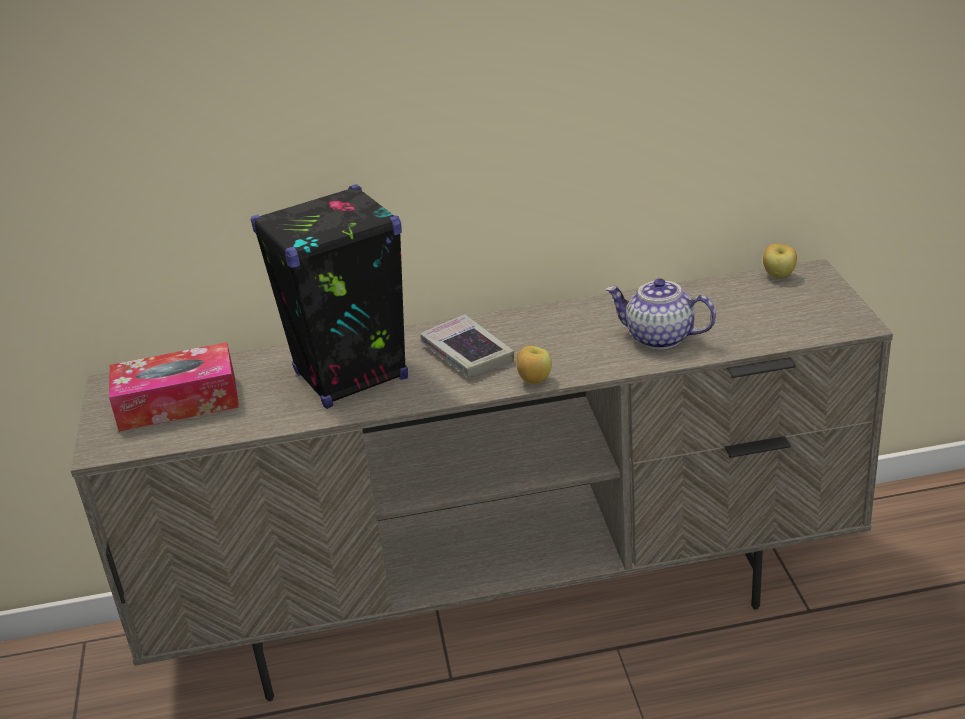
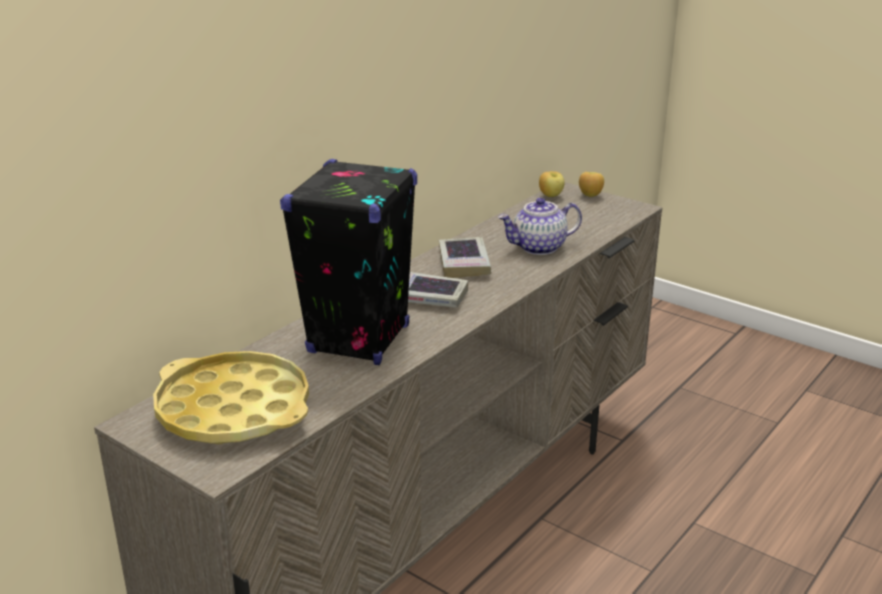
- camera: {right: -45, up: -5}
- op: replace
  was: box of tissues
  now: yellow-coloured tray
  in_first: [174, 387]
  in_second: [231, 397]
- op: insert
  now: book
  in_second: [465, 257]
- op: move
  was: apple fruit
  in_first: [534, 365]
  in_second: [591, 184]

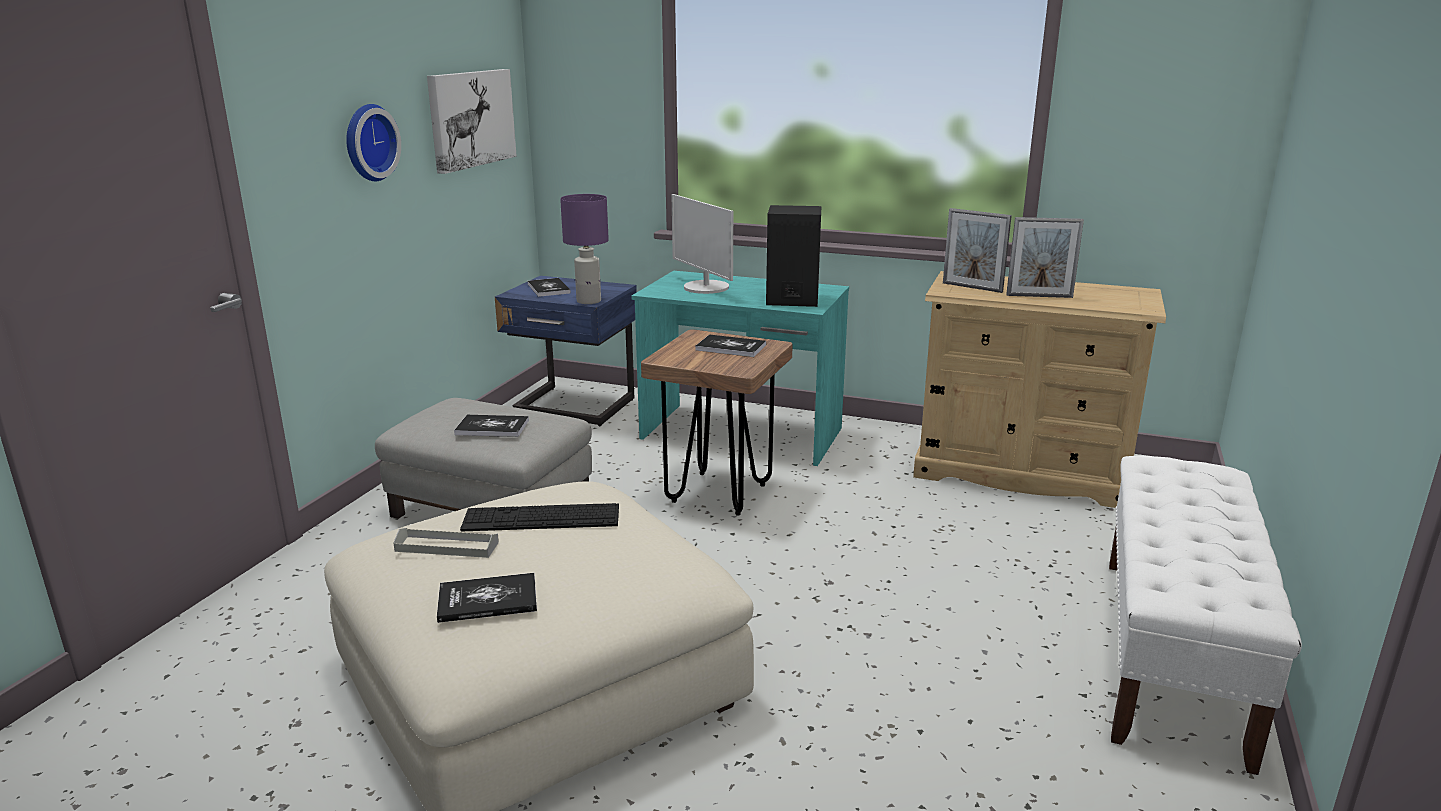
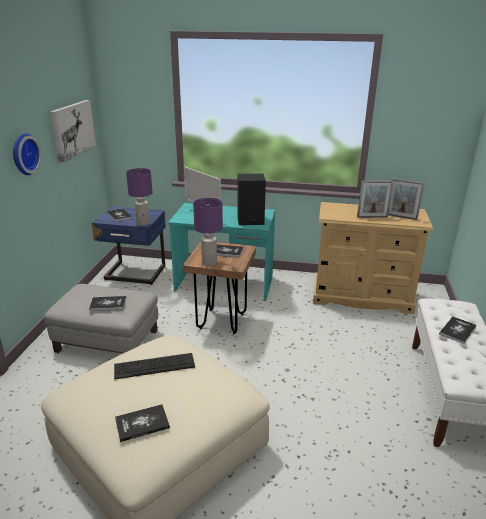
- camera: {right: -10, up: 5}
- op: insert
  now: purplish table lamp
  in_second: [208, 232]
- op: move
  was: photo frame
  in_first: [977, 250]
  in_second: [406, 199]
- op: insert
  now: book
  in_second: [457, 330]
- op: delete
  was: grey tray
  in_first: [446, 543]

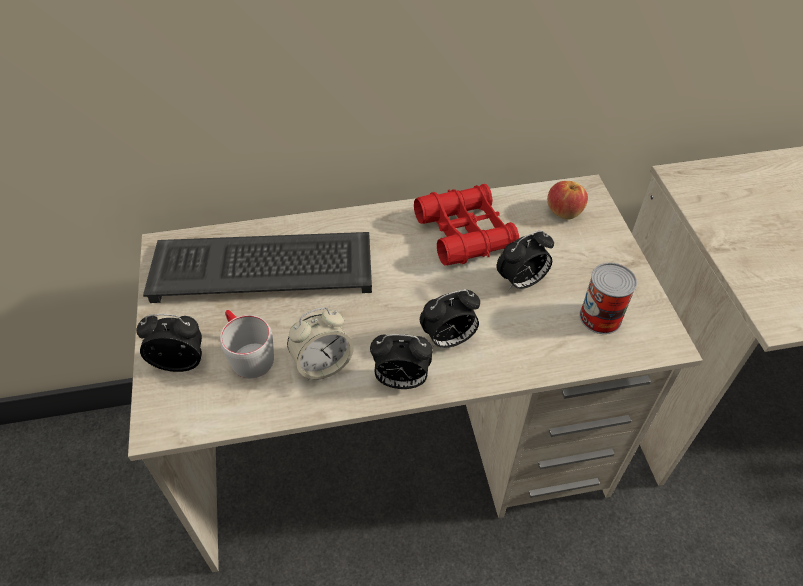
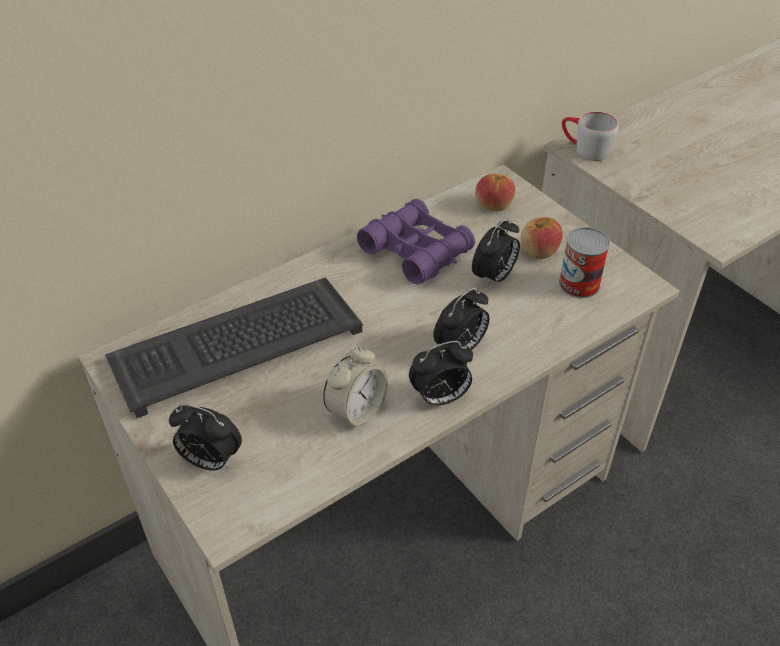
- camera: {right: -25, up: -5}
- op: rotate
  was: bedside clock
  in_first: [169, 343]
  in_second: [205, 437]
  clockwise: -135
- op: recolor
  was: reddish binoculars
  now: purplish binoculars
  in_first: [466, 224]
  in_second: [416, 241]
- op: insert
  now: apple fruit
  in_second: [542, 238]
- op: move
  was: grey mug
  in_first: [247, 344]
  in_second: [590, 136]

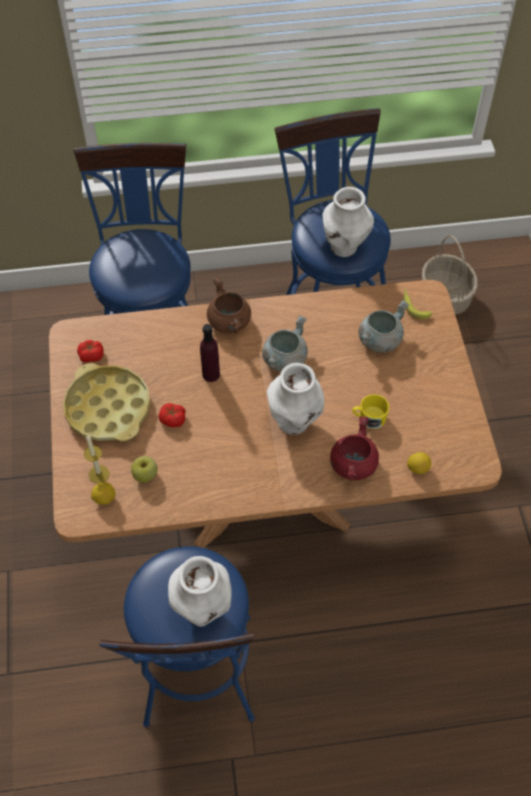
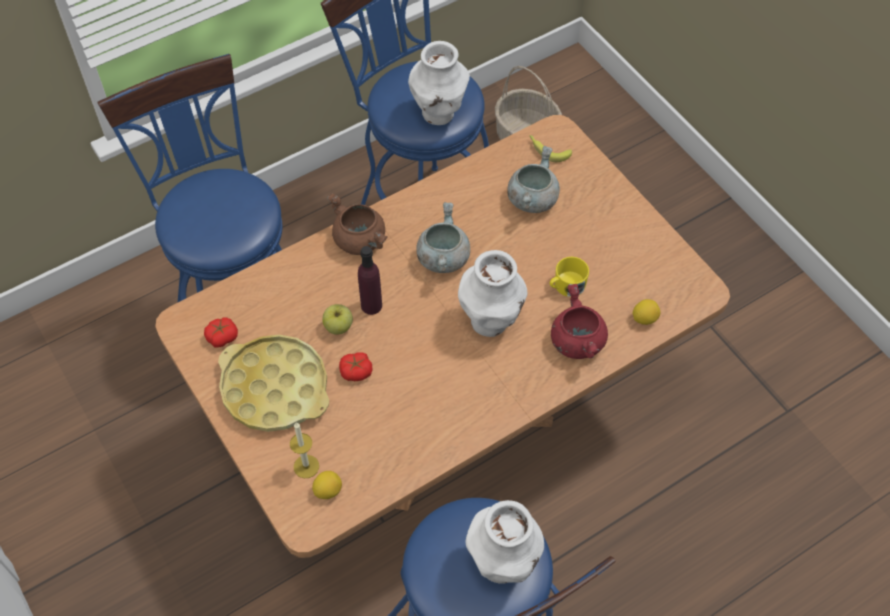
- camera: {right: -25, up: 0}
- op: move
  was: apple fruit
  in_first: [144, 469]
  in_second: [337, 319]

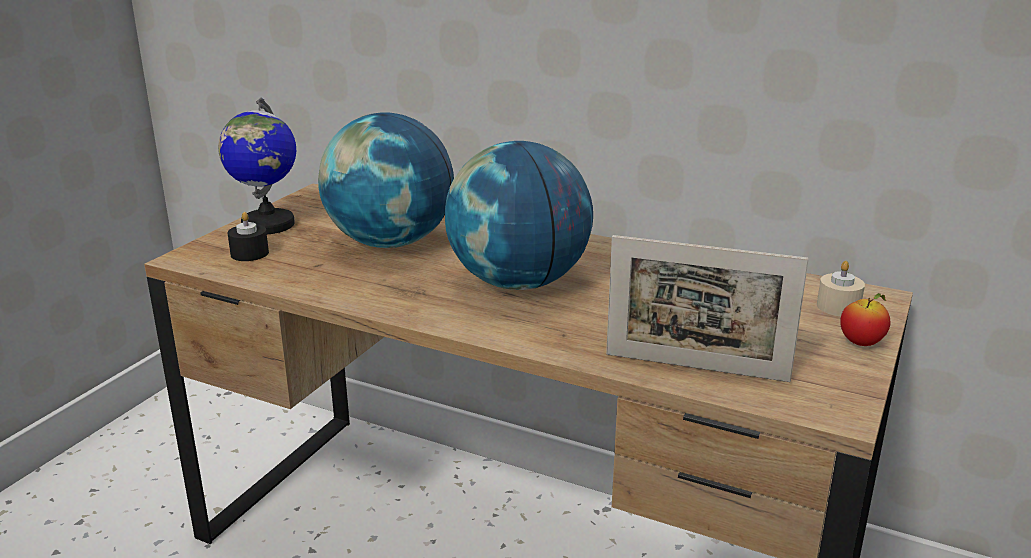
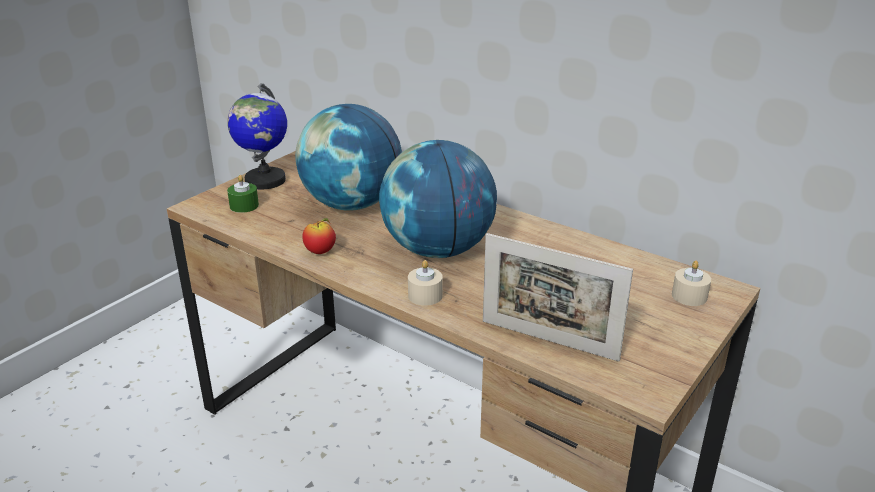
- camera: {right: 10, up: 5}
- op: recolor
  was: black-coloured wax candle
  now: green-coloured wax candle
  in_first: [248, 236]
  in_second: [243, 194]
- op: move
  was: apple fruit
  in_first: [865, 319]
  in_second: [319, 236]
- op: insert
  now: beige wax candle
  in_second: [425, 283]

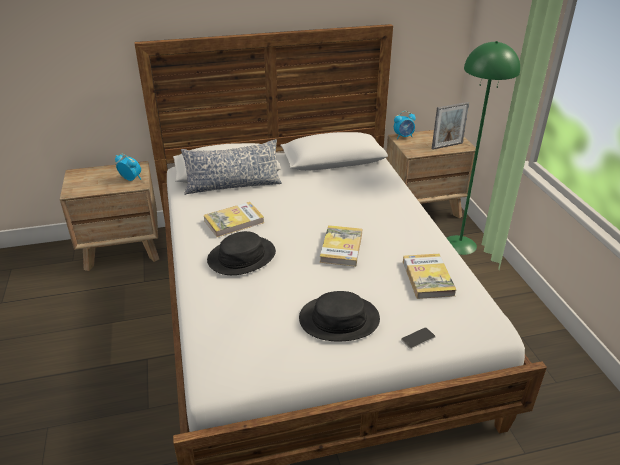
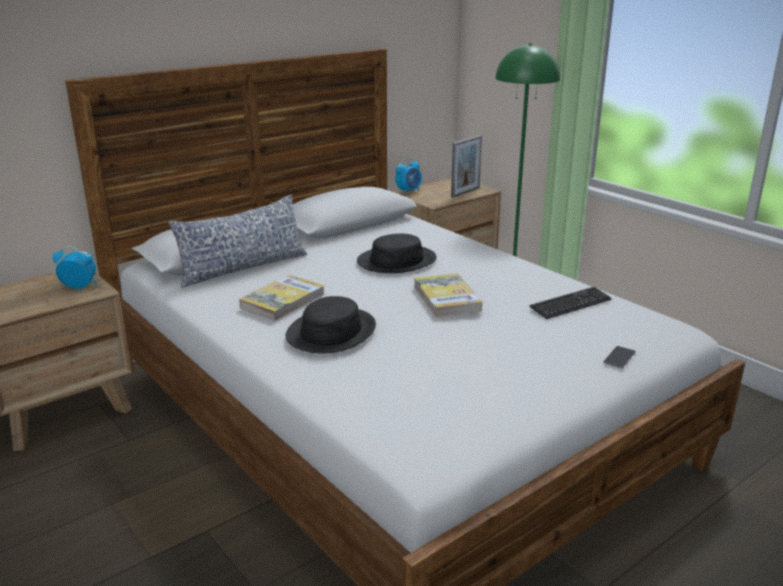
- camera: {right: -25, up: -10}
- op: move
  was: black-coloured hat
  in_first: [339, 316]
  in_second: [397, 253]
- op: replace
  was: book
  now: computer keyboard
  in_first: [430, 276]
  in_second: [570, 303]

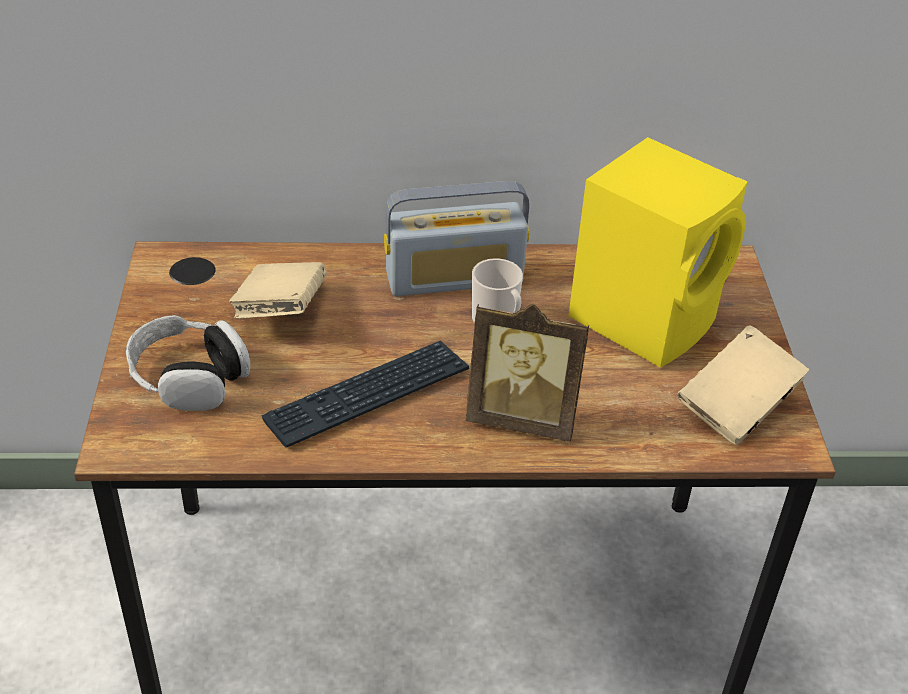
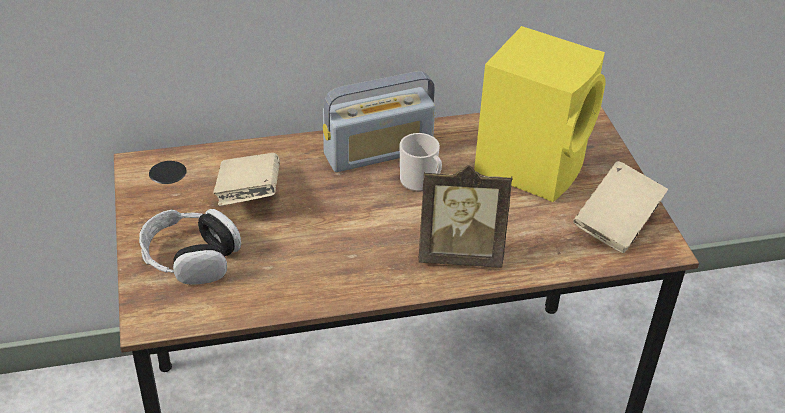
- camera: {right: -10, up: 0}
- op: delete
  was: computer keyboard
  in_first: [365, 394]

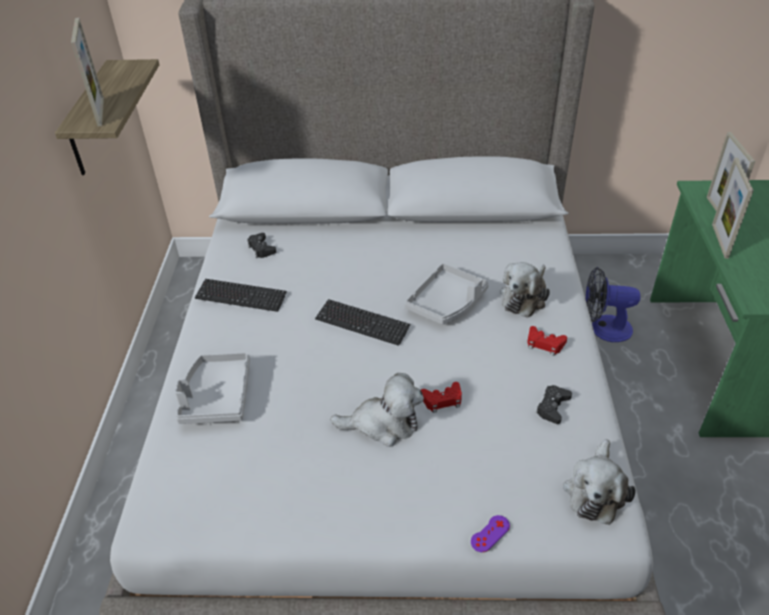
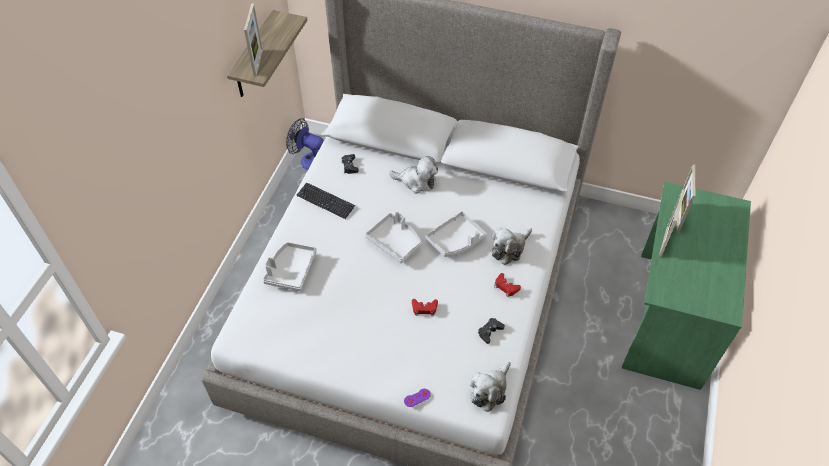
- camera: {right: 15, up: 10}
- op: move
  was: electric fan
  in_first: [613, 304]
  in_second: [305, 144]
- op: replace
  was: computer keyboard
  now: grey tray
  in_first: [363, 322]
  in_second: [393, 237]
- op: move
  was: soft toy
  in_first: [377, 410]
  in_second: [413, 175]

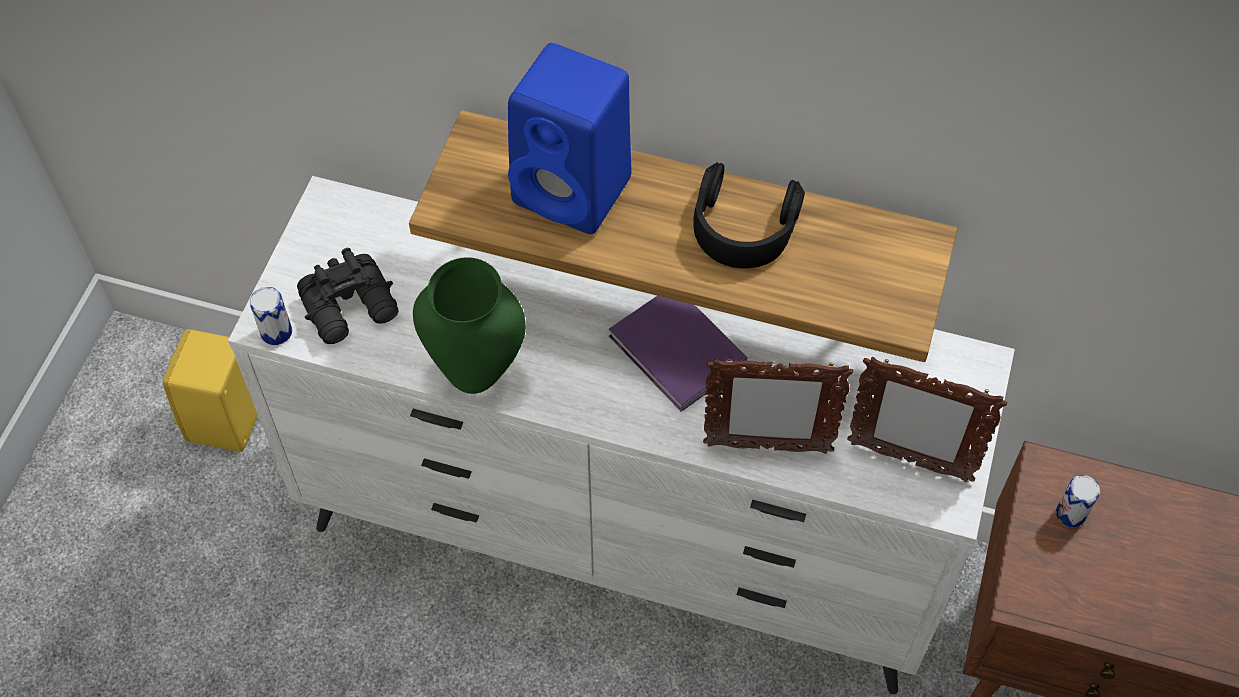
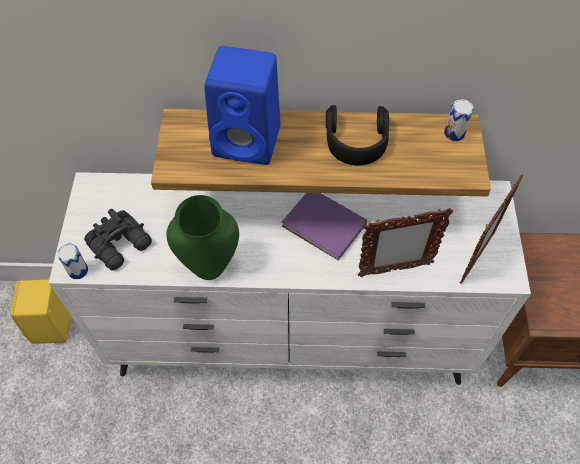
- camera: {right: -15, up: 0}
- op: move
  was: metal can
  in_first: [1078, 501]
  in_second: [459, 120]
- op: rotate
  was: photo frame
  in_first: [927, 419]
  in_second: [491, 229]
  clockwise: -60

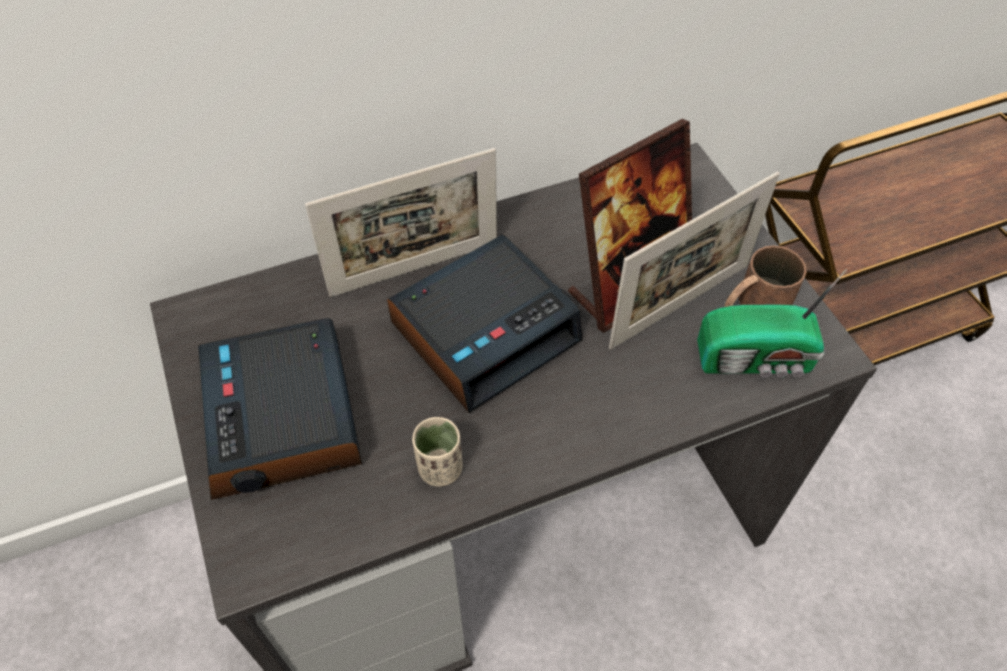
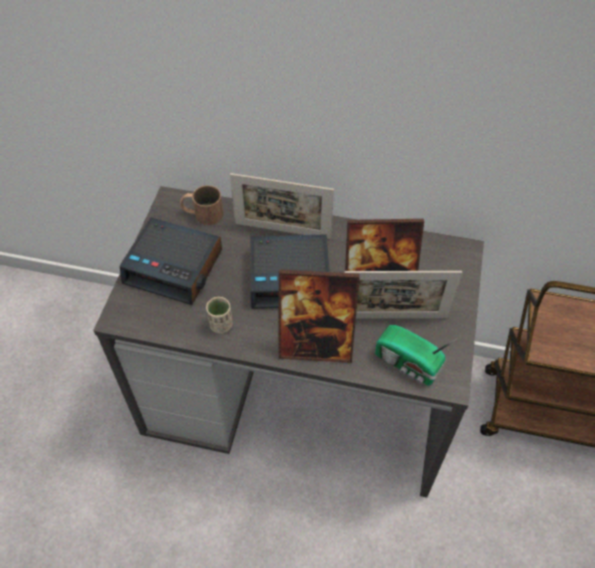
- camera: {right: 35, up: 0}
- op: rotate
  was: bedside clock
  in_first: [280, 409]
  in_second: [171, 261]
  clockwise: -90
- op: move
  was: brownish mug
  in_first: [765, 276]
  in_second: [201, 205]
- op: insert
  now: photo frame
  in_second: [319, 316]

